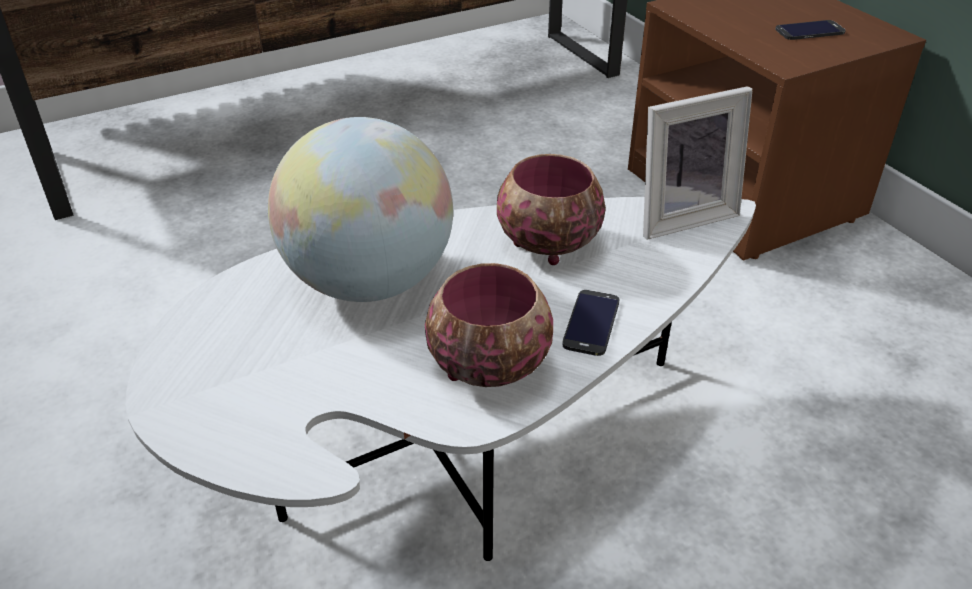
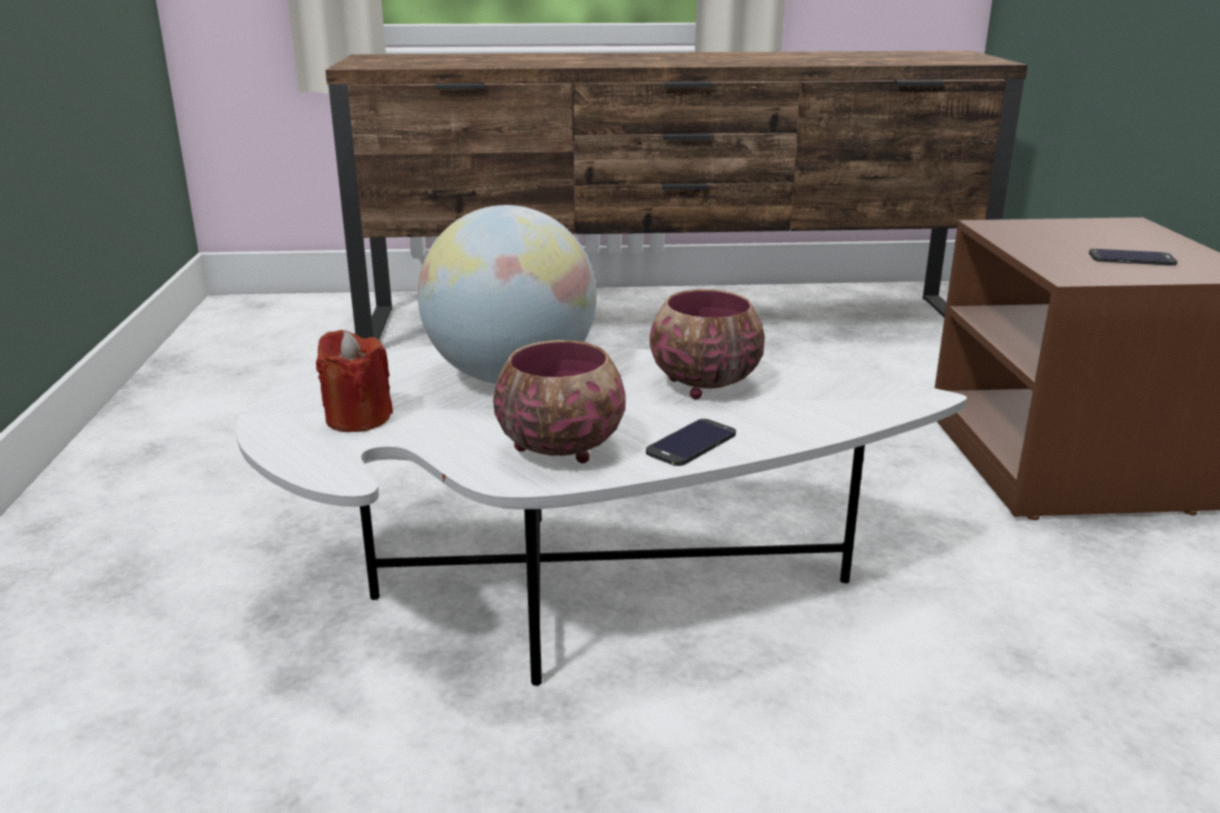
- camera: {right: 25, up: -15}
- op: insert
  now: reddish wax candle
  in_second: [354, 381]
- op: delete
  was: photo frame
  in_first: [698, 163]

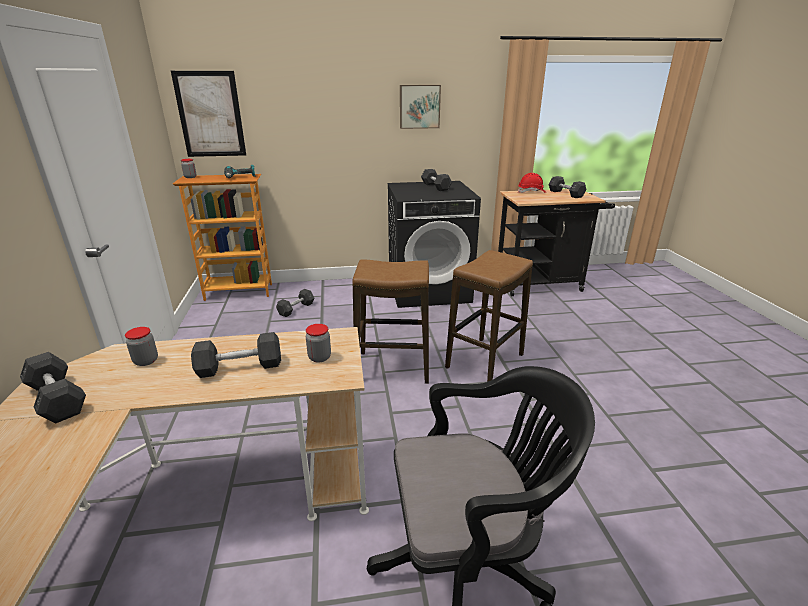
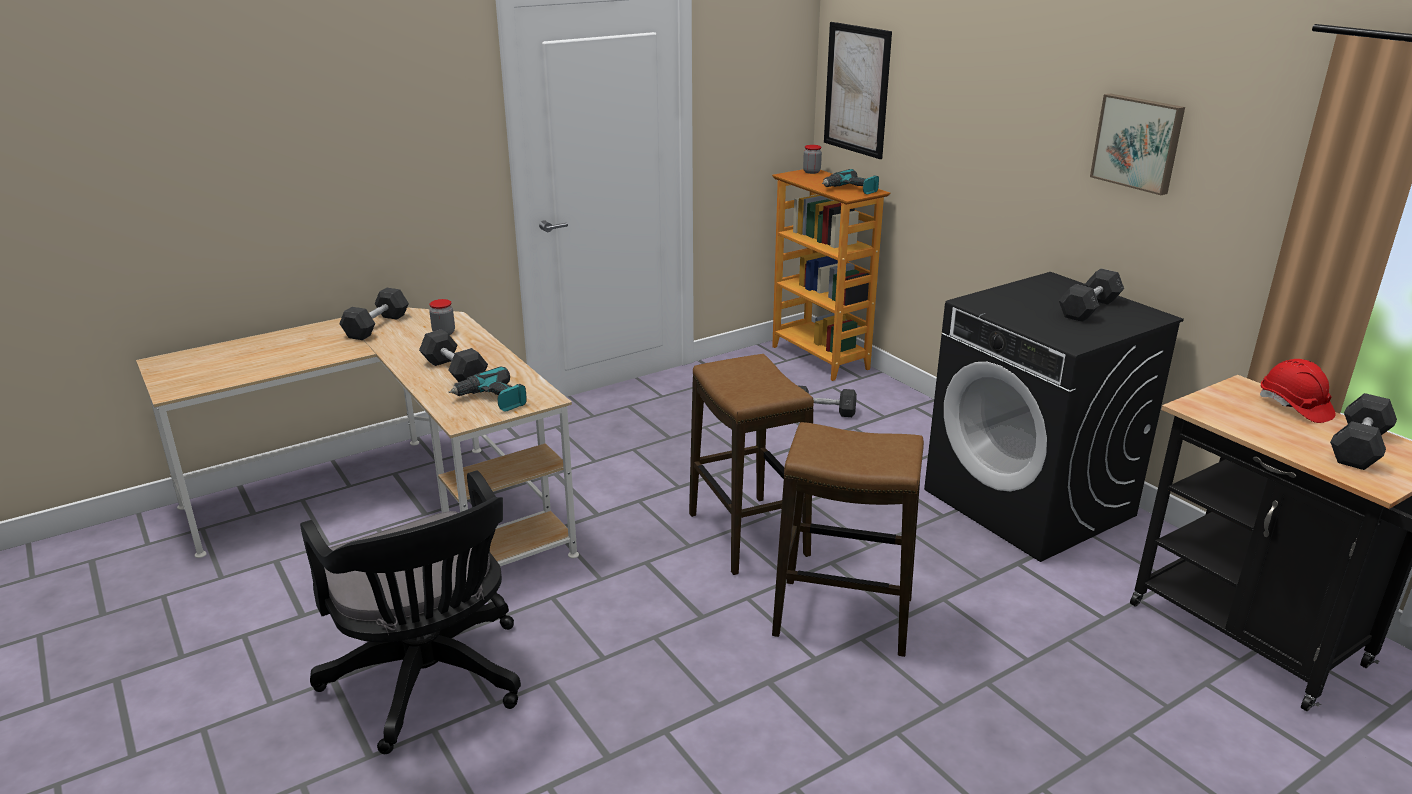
- camera: {right: 65, up: 0}
- op: replace
  was: preserve jar
  now: electric drill
  in_first: [318, 343]
  in_second: [488, 389]

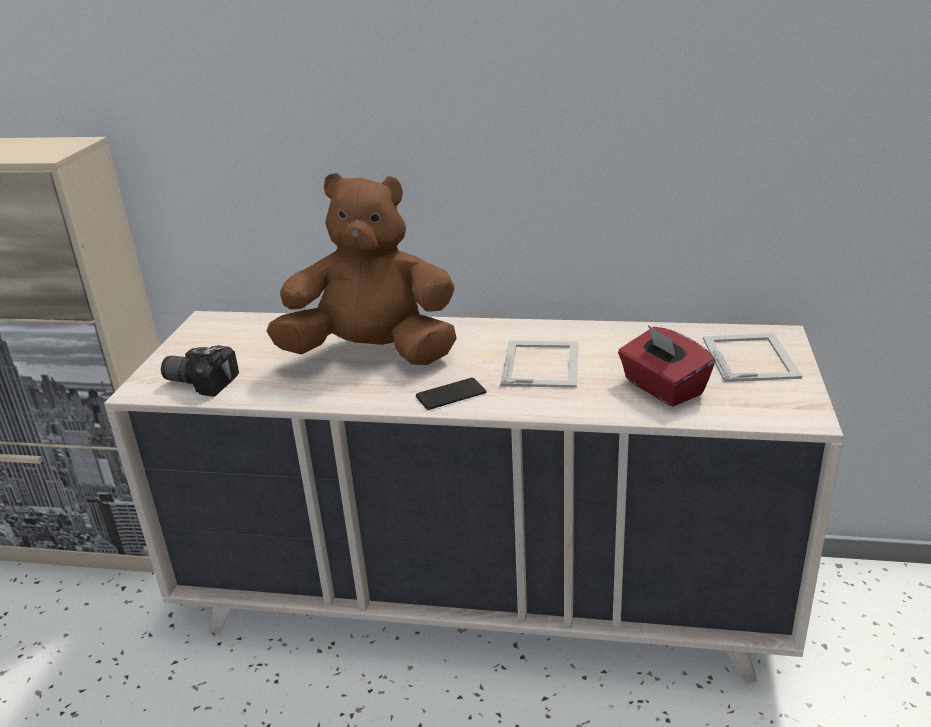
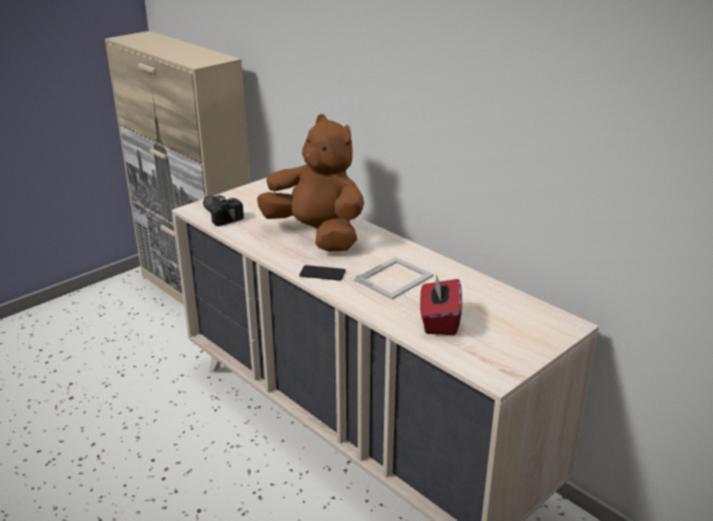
- camera: {right: 35, up: 0}
- op: delete
  was: photo frame
  in_first: [752, 357]

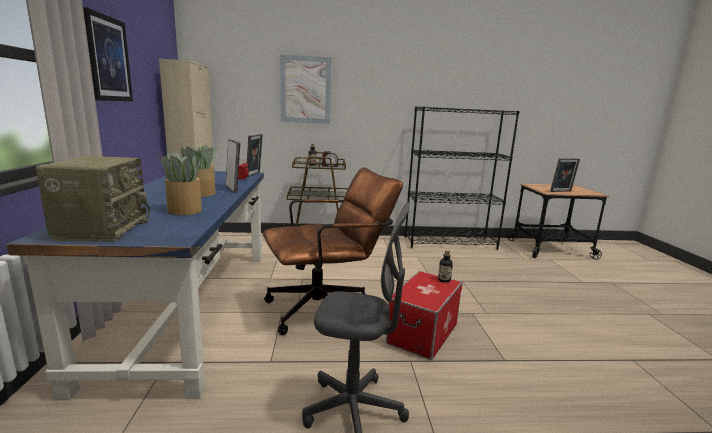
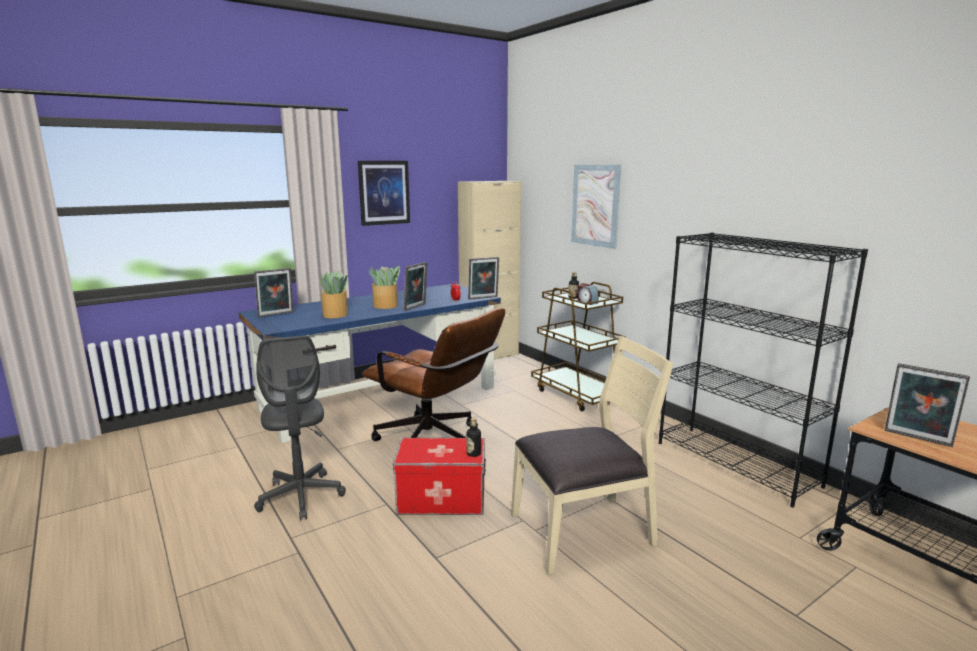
- camera: {right: 60, up: 0}
- op: replace
  was: radio set
  now: photo frame
  in_first: [93, 198]
  in_second: [274, 292]
- op: insert
  now: beige chair
  in_second: [592, 455]

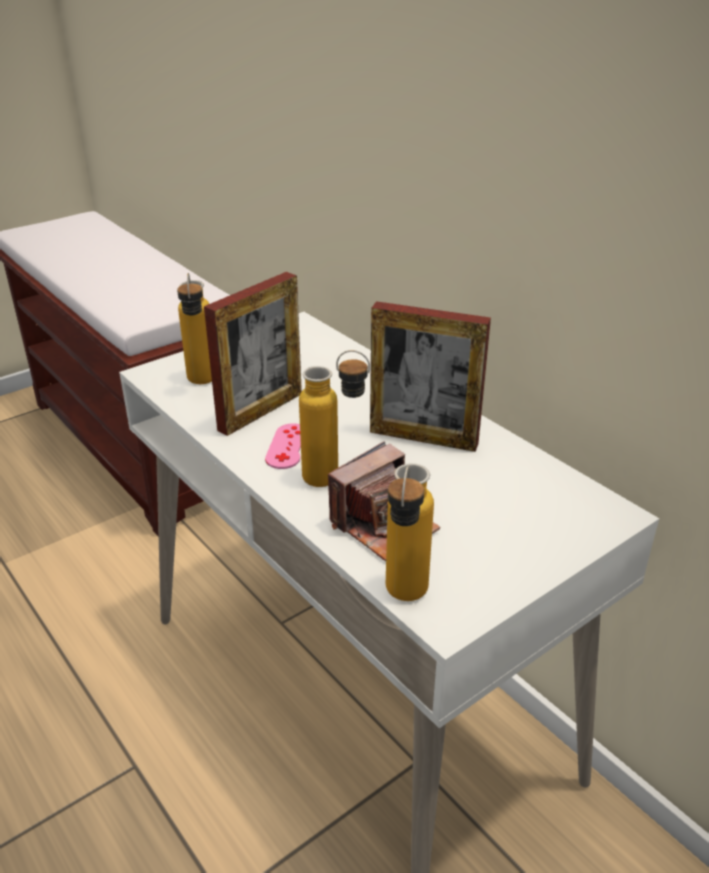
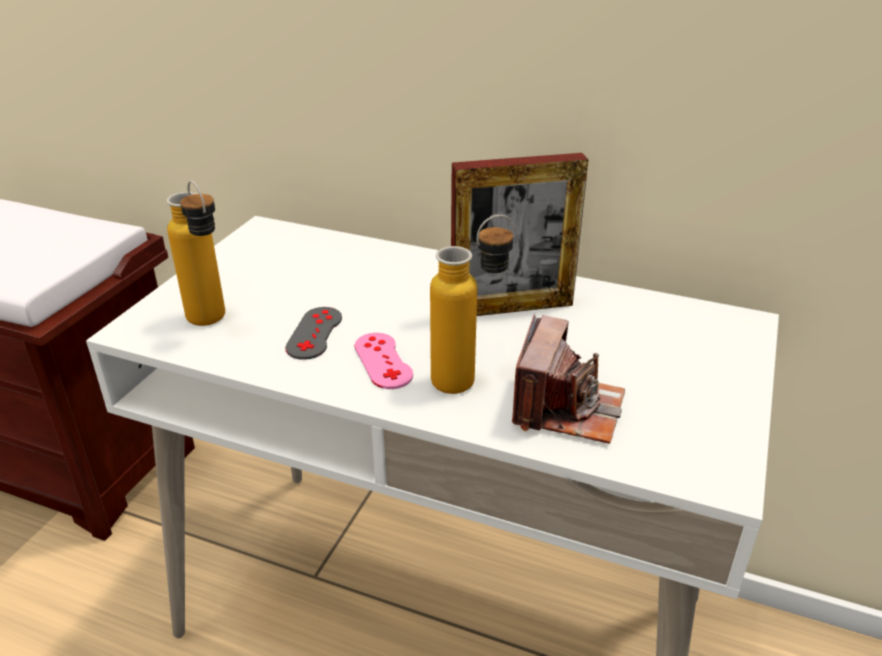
- camera: {right: -30, up: 0}
- op: replace
  was: photo frame
  now: grey game controller
  in_first: [253, 354]
  in_second: [313, 333]
- op: delete
  was: beverage bottle
  in_first: [410, 532]

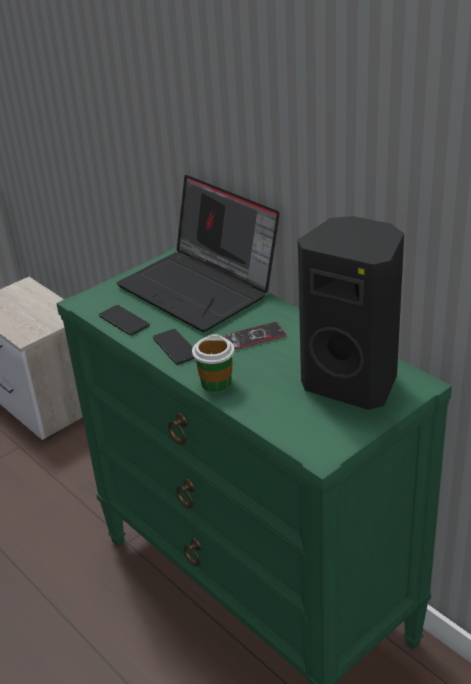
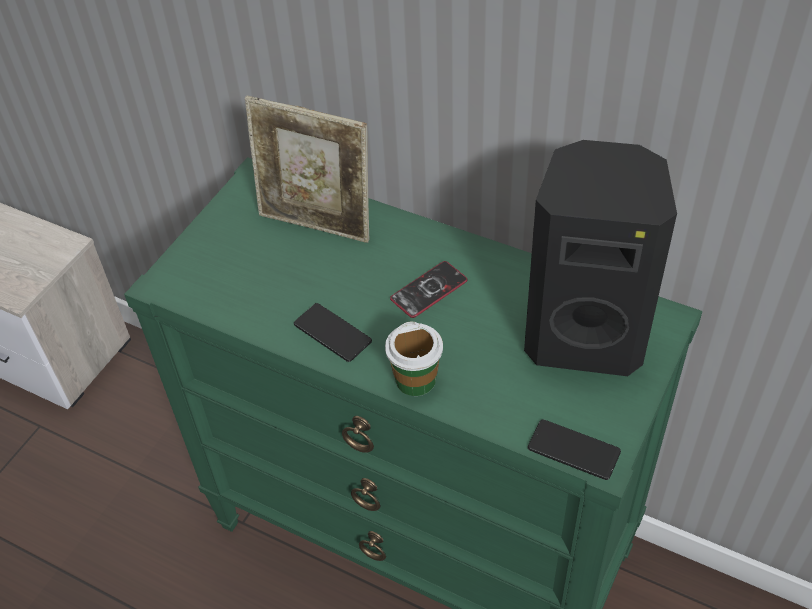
- camera: {right: -20, up: 15}
- op: replace
  was: laptop
  now: photo frame
  in_first: [198, 253]
  in_second: [307, 169]
- op: move
  was: handset
  in_first: [124, 320]
  in_second: [574, 449]

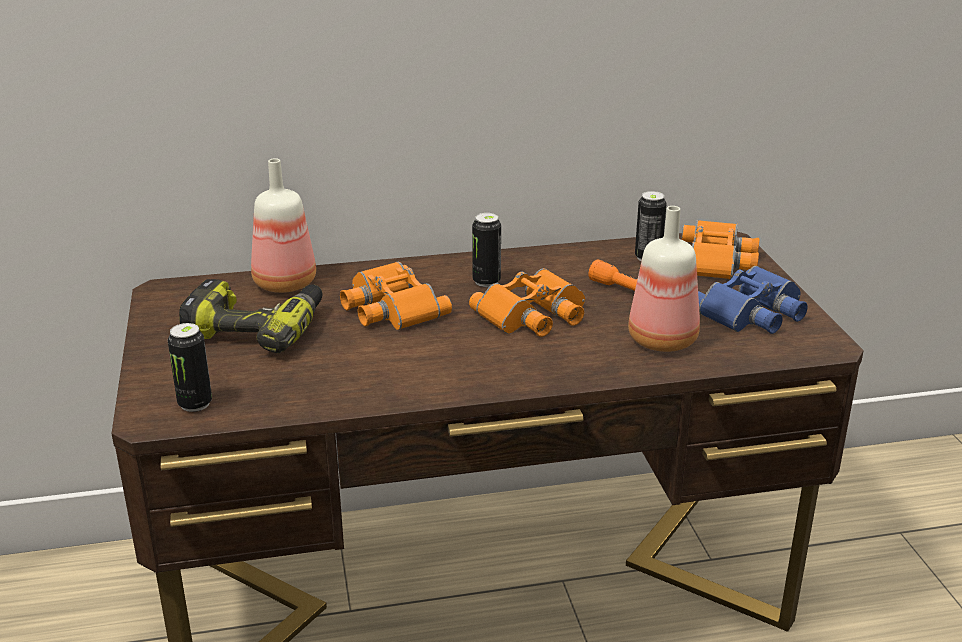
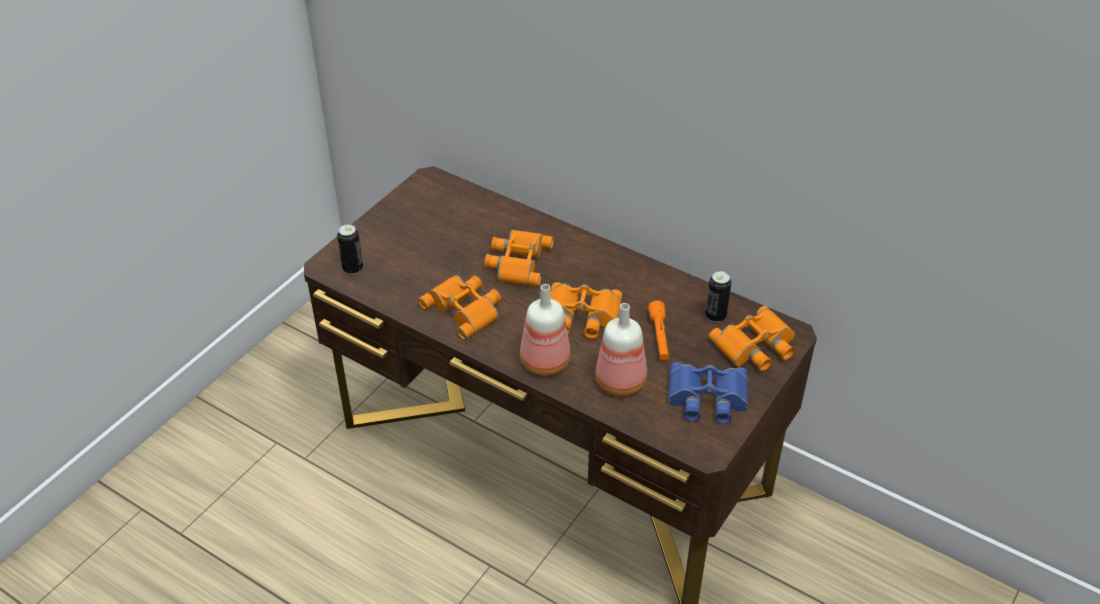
- camera: {right: 45, up: 15}
- op: insert
  now: orange binoculars
  in_second: [459, 307]
- op: move
  was: beverage bottle
  in_first: [283, 225]
  in_second: [545, 329]
- op: delete
  was: electric drill
  in_first: [251, 316]
- op: delete
  was: metal can
  in_first: [486, 250]

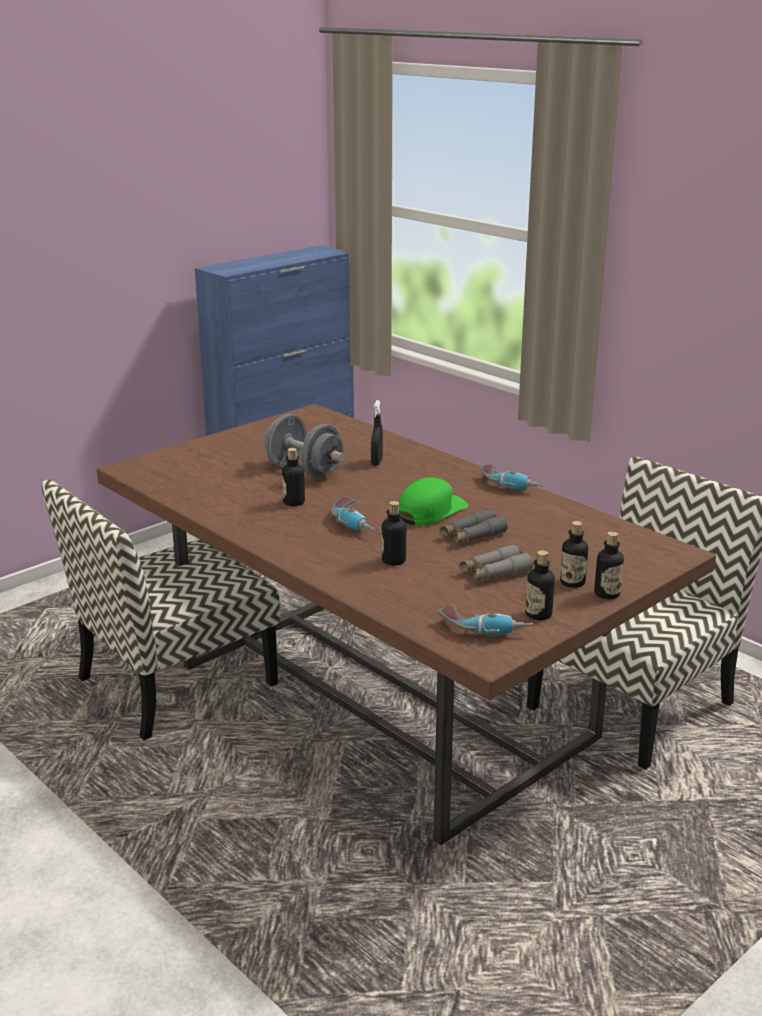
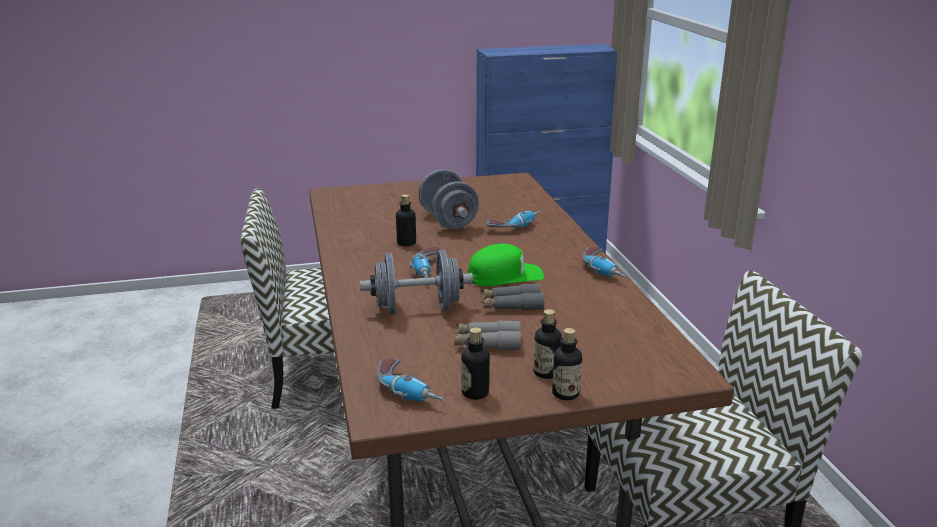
- camera: {right: 30, up: 0}
- op: replace
  was: beverage bottle
  now: grey free weight
  in_first: [394, 533]
  in_second: [416, 282]
- op: replace
  was: black-coloured sprayer
  now: electric drill
  in_first: [377, 433]
  in_second: [513, 219]

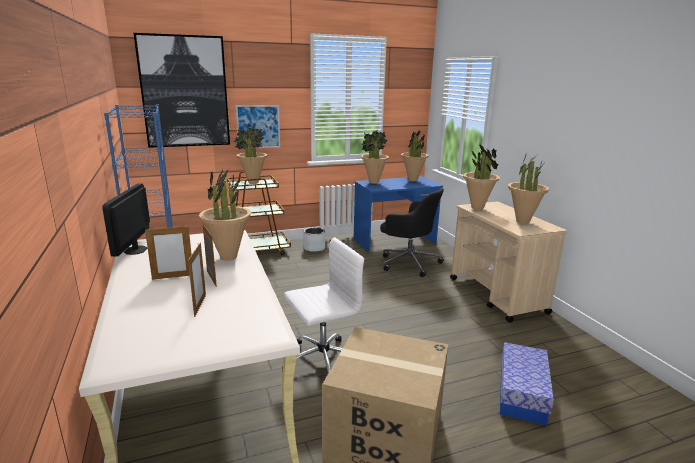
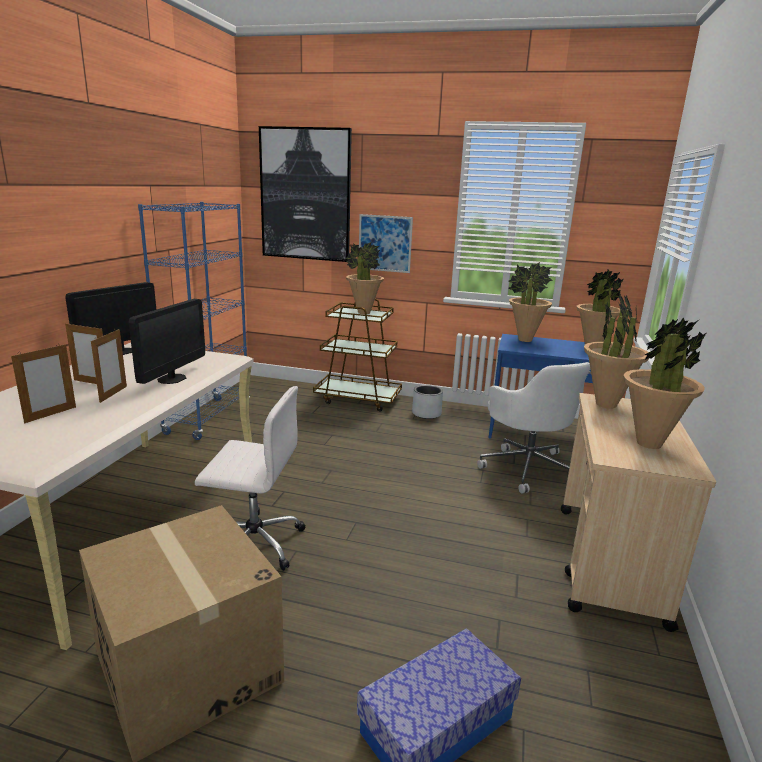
- camera: {right: 35, up: 0}
- op: replace
  was: houseplant
  now: monitor
  in_first: [225, 215]
  in_second: [167, 341]
- op: recolor
  was: black-coloured desk chair
  now: white desk chair
  in_first: [412, 232]
  in_second: [533, 427]

